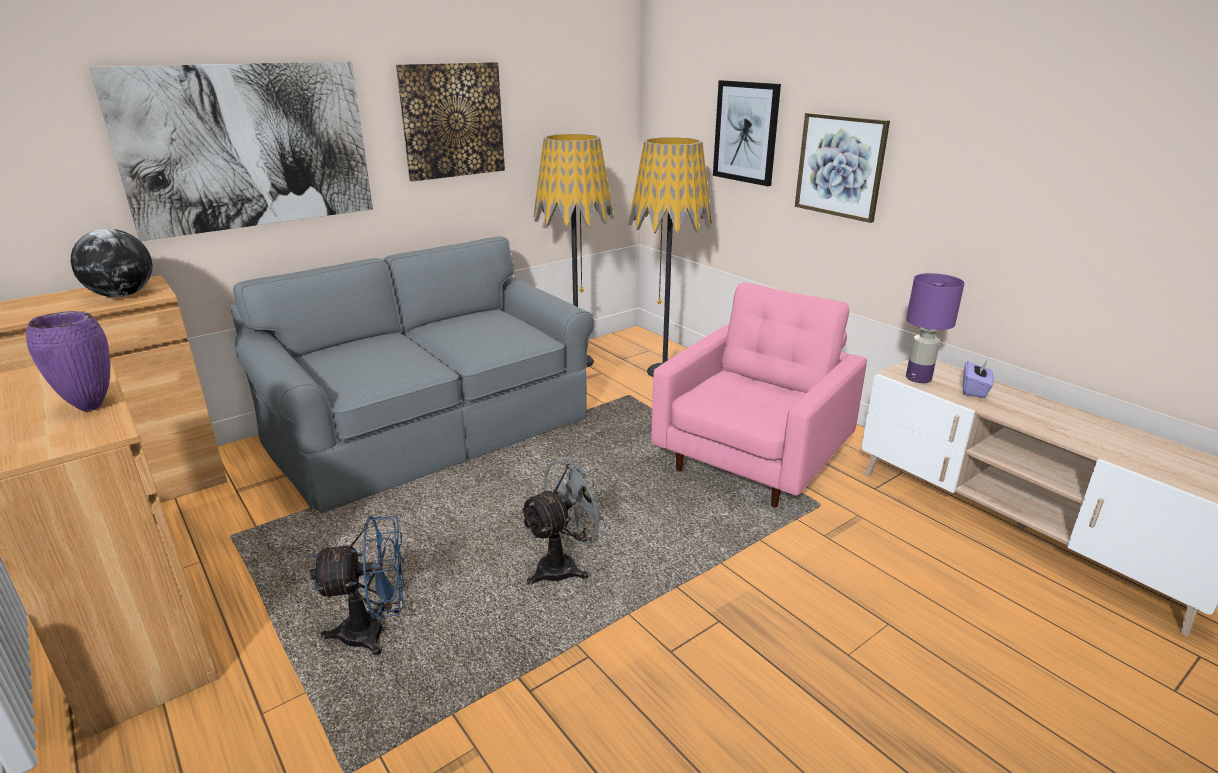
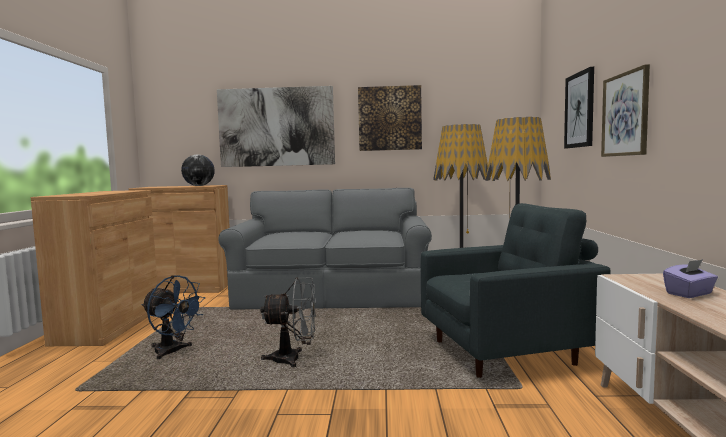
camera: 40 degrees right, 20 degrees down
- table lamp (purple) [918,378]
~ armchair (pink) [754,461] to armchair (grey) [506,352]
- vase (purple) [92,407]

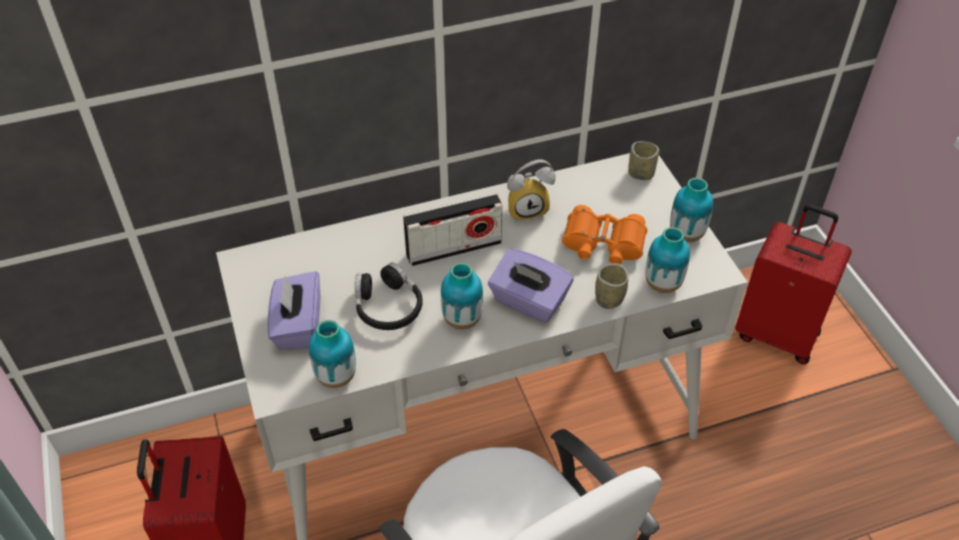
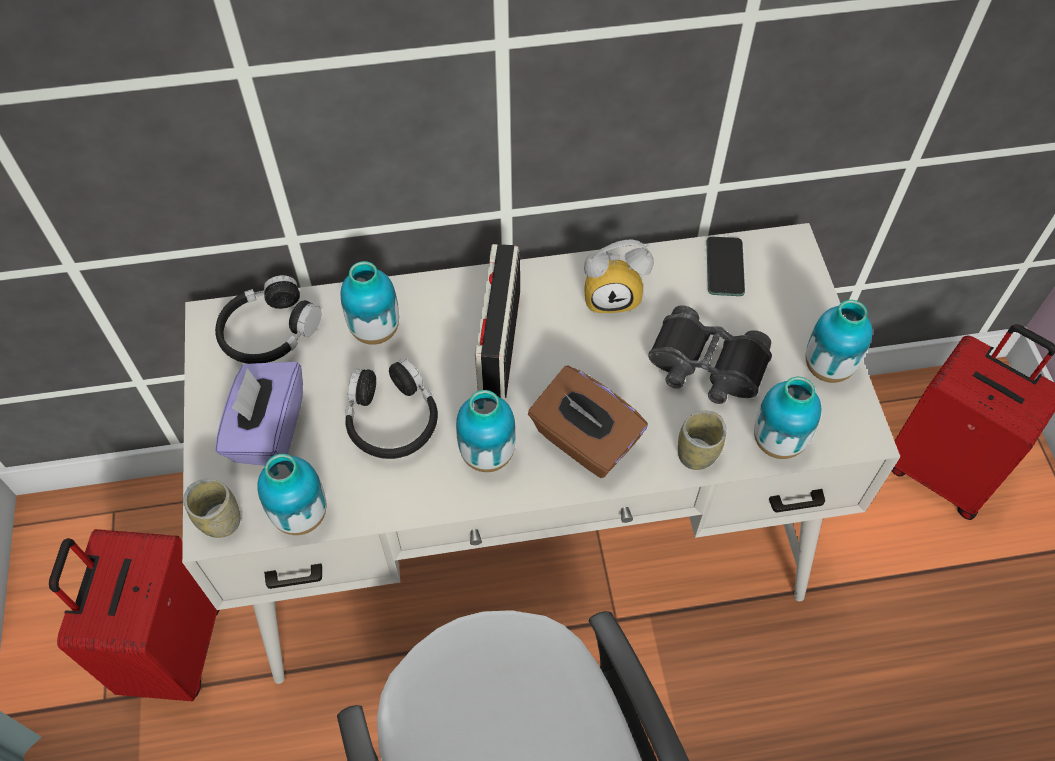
camera: 10 degrees right, 10 degrees up
~ cup [641,173] to [220,521]
~ radio [454,248] = [499,342] 105 degrees clockwise
~ binoculars (orange) [603,244] to binoculars (black) [706,366]
~ tissue box (purple) [528,301] to tissue box (brown) [584,441]
+ phone [725,267]
+ vase [375,331]
+ headphones (black) [269,332]

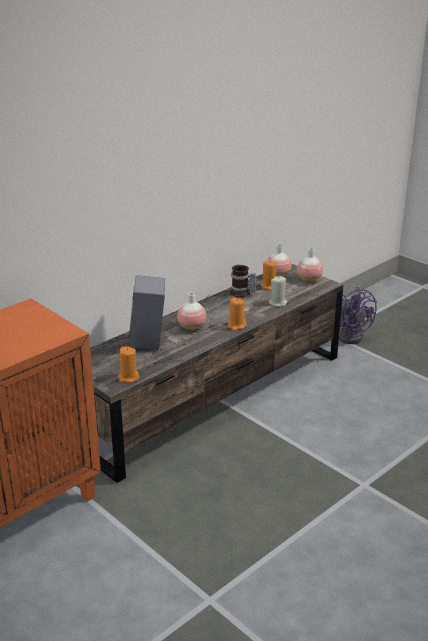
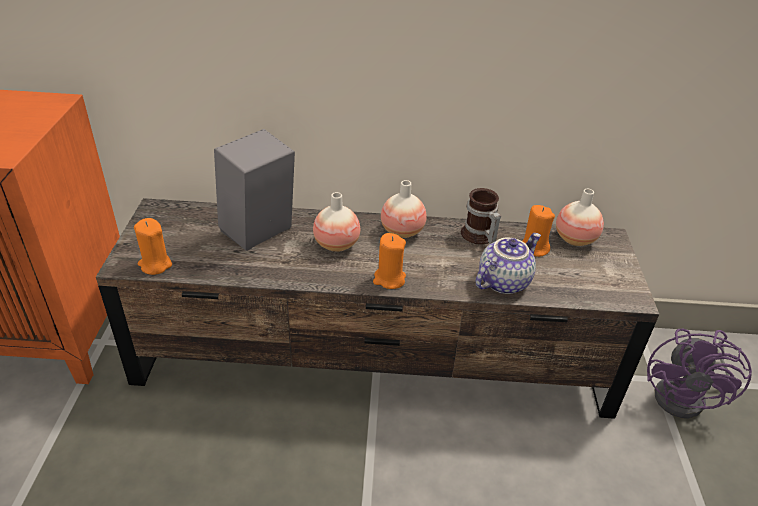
camera: 45 degrees right, 10 degrees up
~ vase [309,279] to [402,231]
~ candle (beige) [278,303] to teapot [503,281]

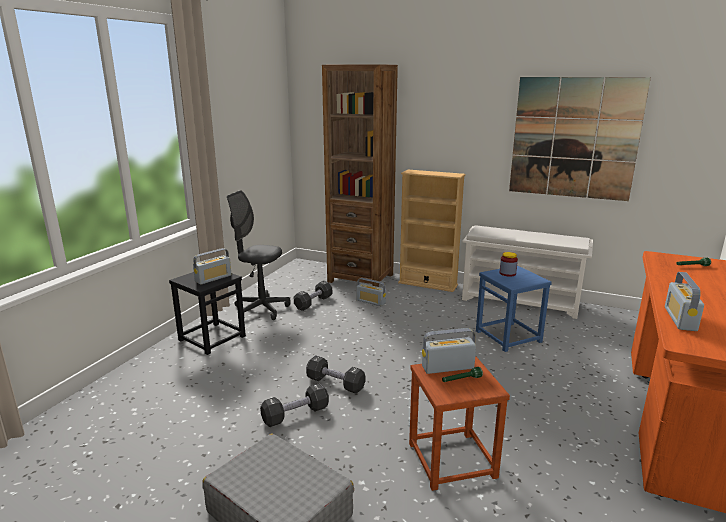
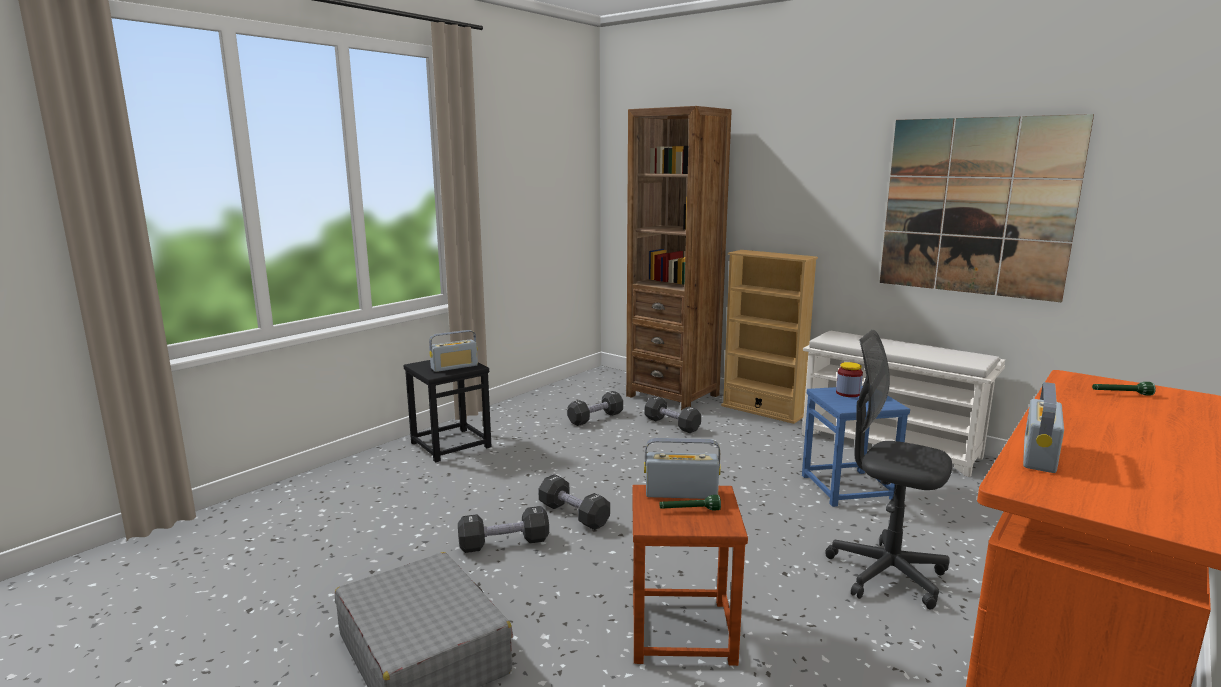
camera: 15 degrees right, 5 degrees down
~ office chair (grey) [261,309] to [886,574]
~ radio [371,302] to dumbbell (black) [672,424]

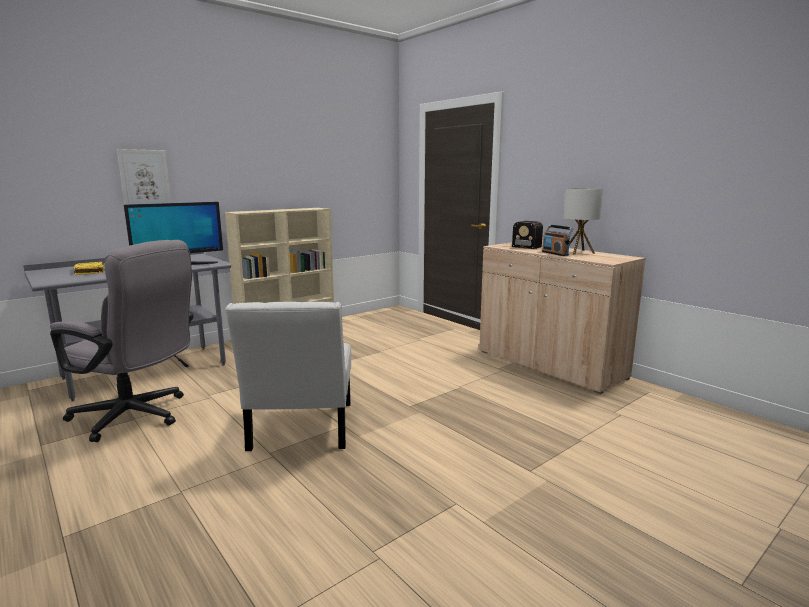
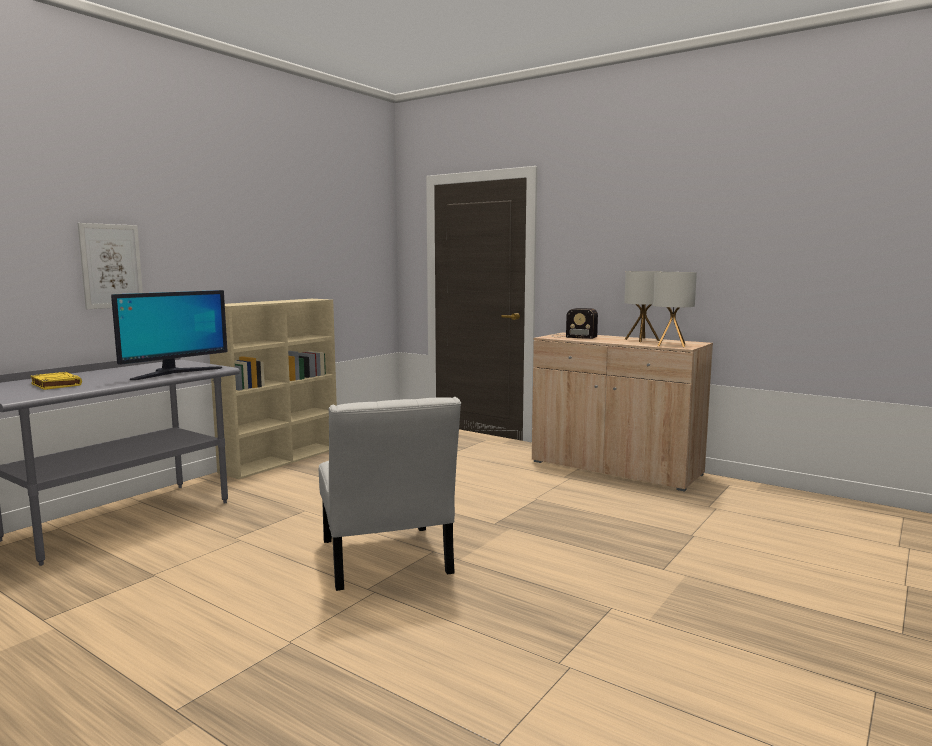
camera: 15 degrees left, 5 degrees down
- radio [555,253]
- office chair (grey) [137,417]
+ table lamp [671,345]

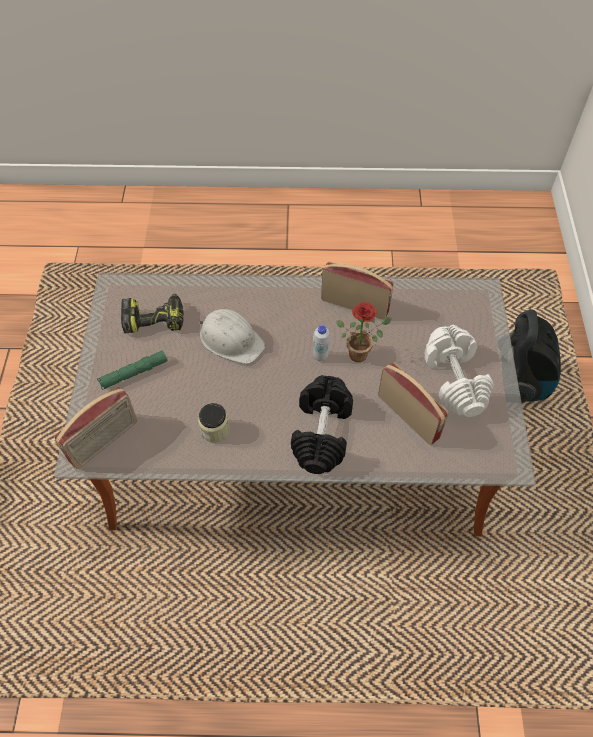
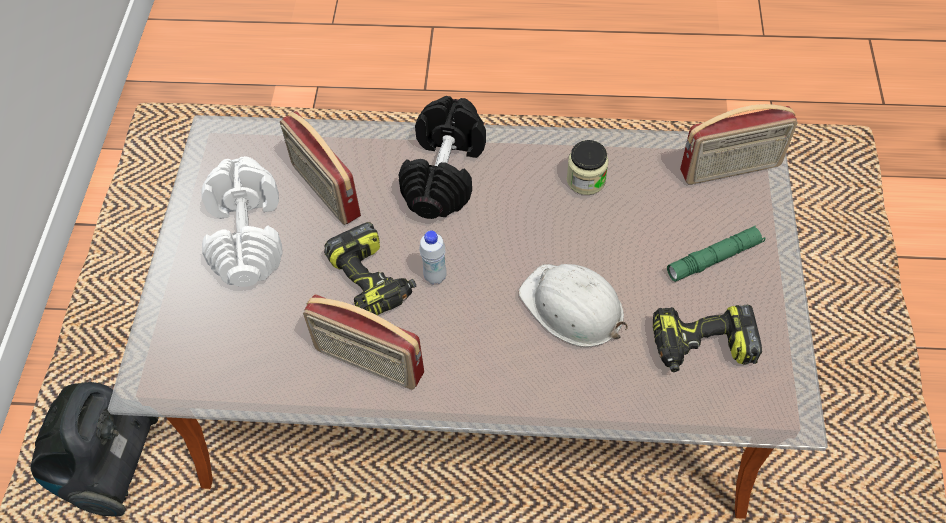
camera: 175 degrees left, 0 degrees up
~ potted plant [361,353] to power drill [373,280]
~ radio [104,441] = [731,169] 150 degrees counterclockwise

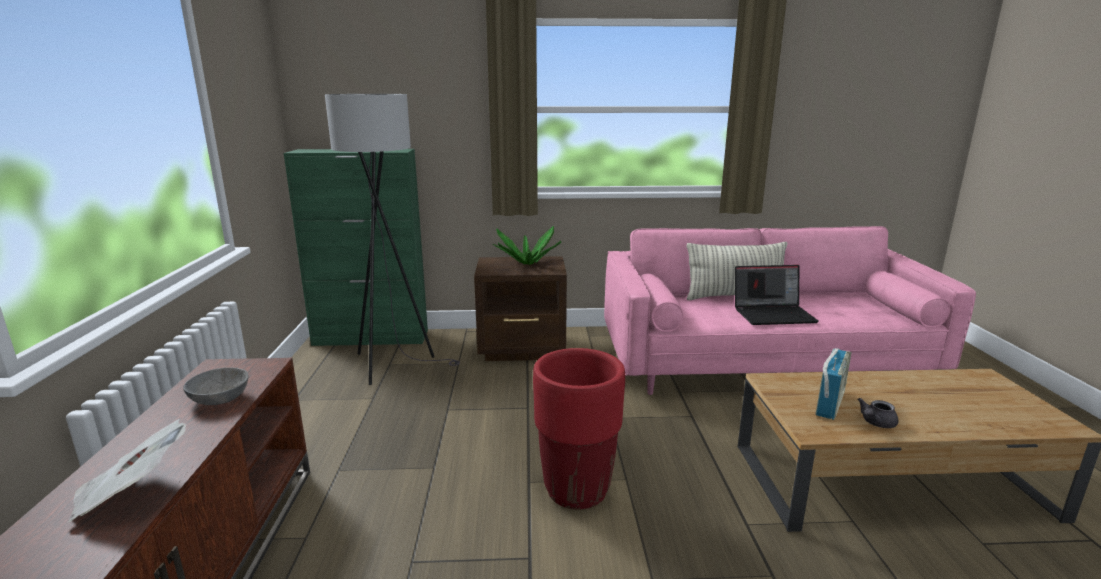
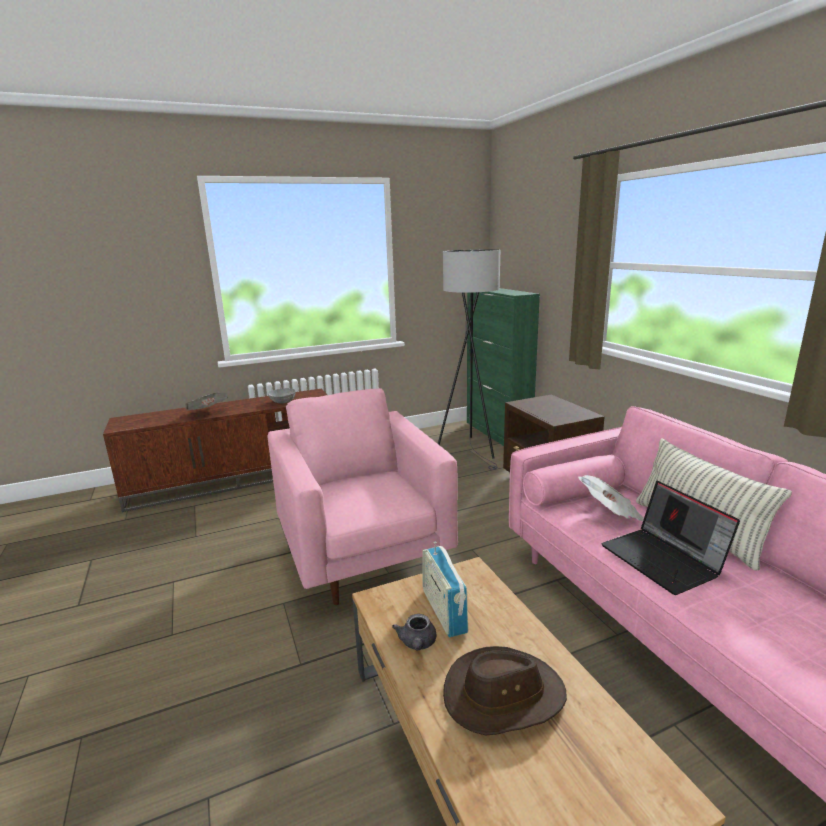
camera: 70 degrees right, 0 degrees up
- potted plant [527,263]
~ planter (red) [576,490] to armchair (pink) [364,554]
~ radio [829,403] = [444,611] 60 degrees clockwise
~ teapot (grey) [875,423] = [417,643] 120 degrees counterclockwise
+ newspaper [610,514]
+ hat (brown) [503,695]

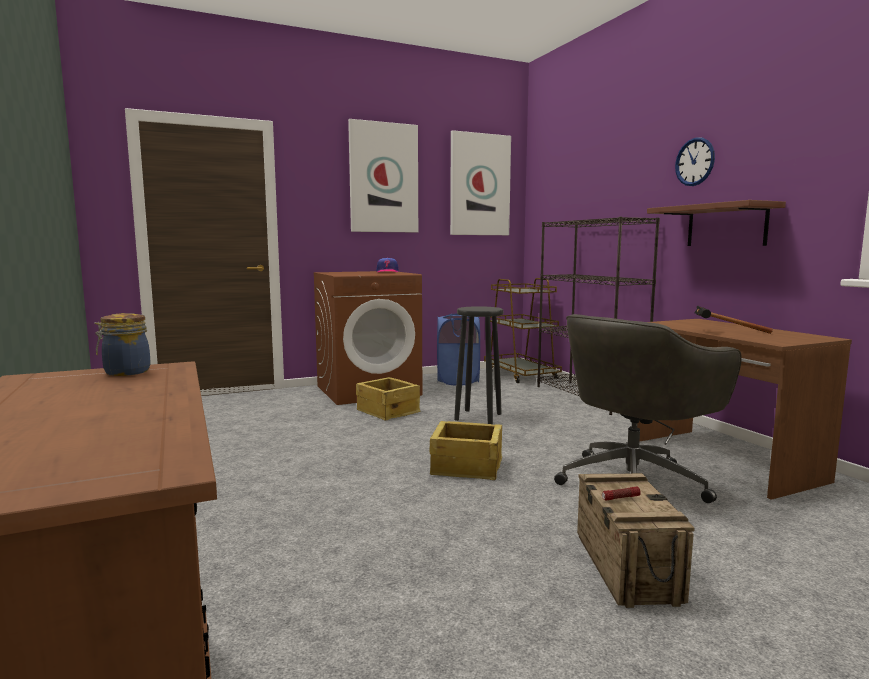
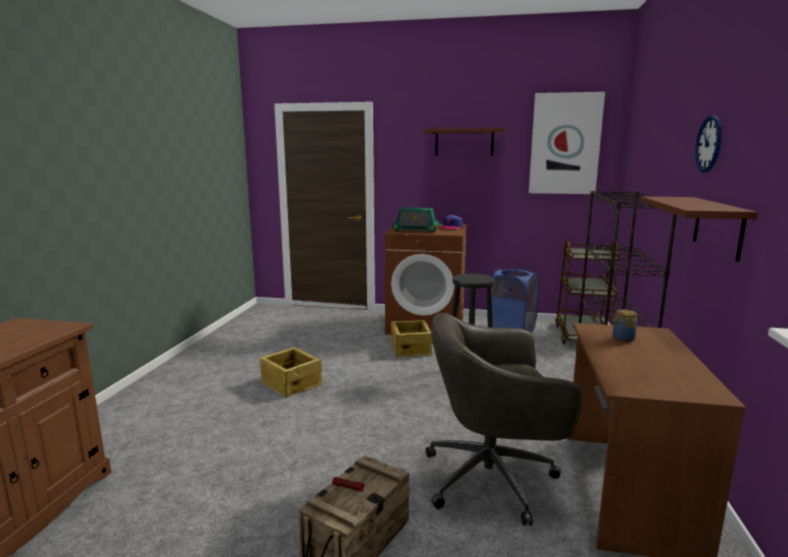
camera: 35 degrees right, 5 degrees up
~ picture [383,178] to shelf (brown) [464,142]
- hammer [721,332]
~ jar [125,372] to [622,339]
~ crate [466,466] to [291,383]
+ radio [415,230]

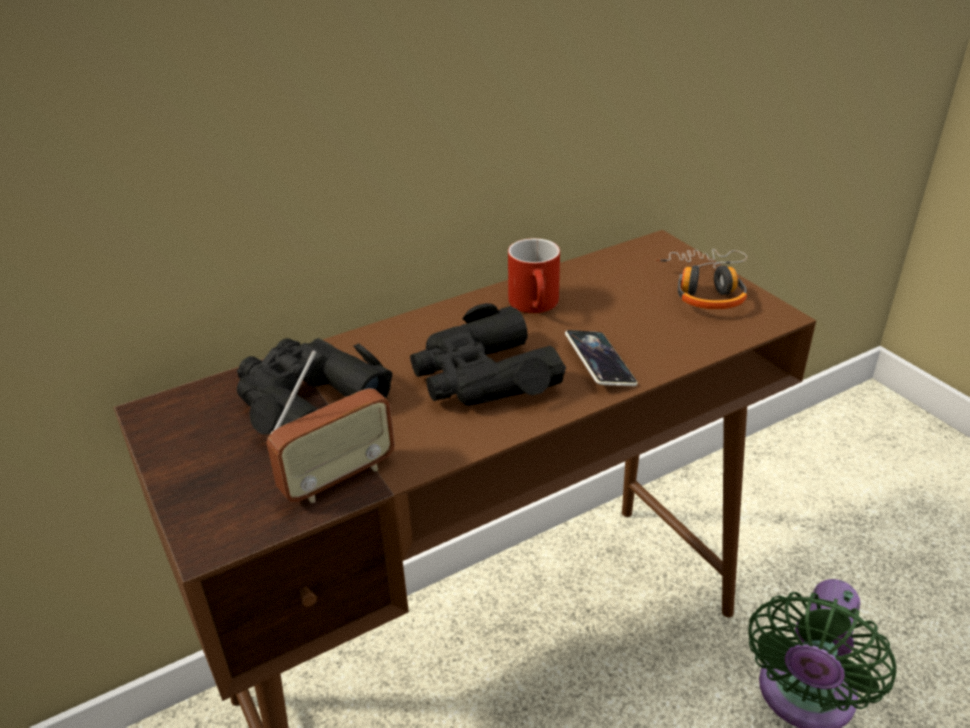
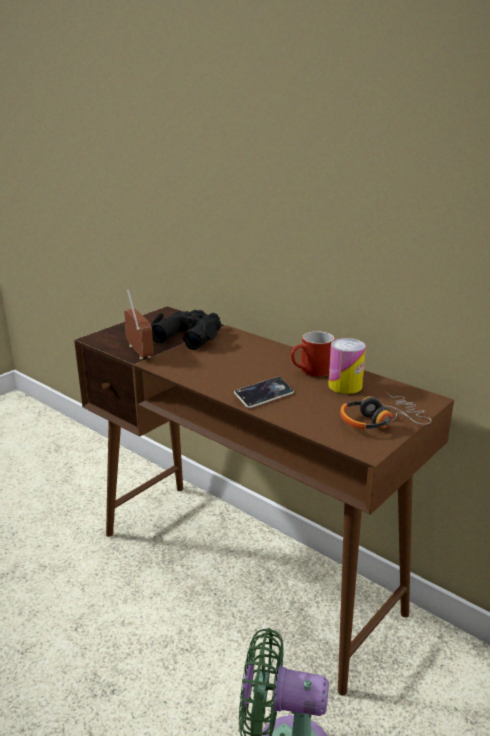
camera: 70 degrees right, 10 degrees down
- binoculars (black) [483,376]
~ radio [338,478] = [139,352] 150 degrees counterclockwise
+ can [345,386]

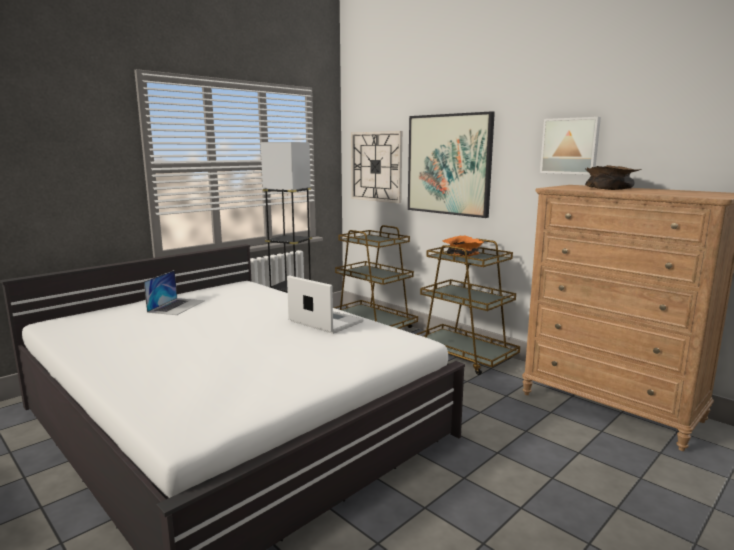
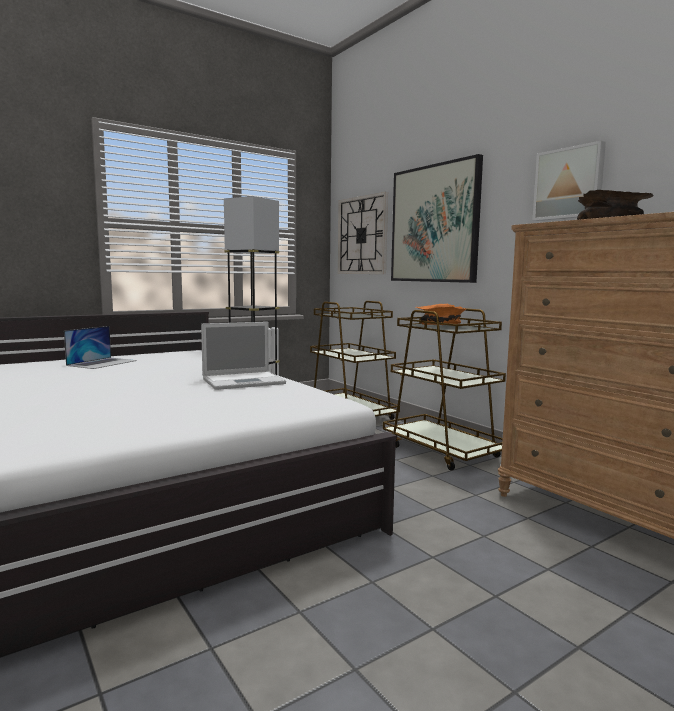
camera: 10 degrees right, 5 degrees down
~ laptop [324,321] = [245,381] 105 degrees clockwise

